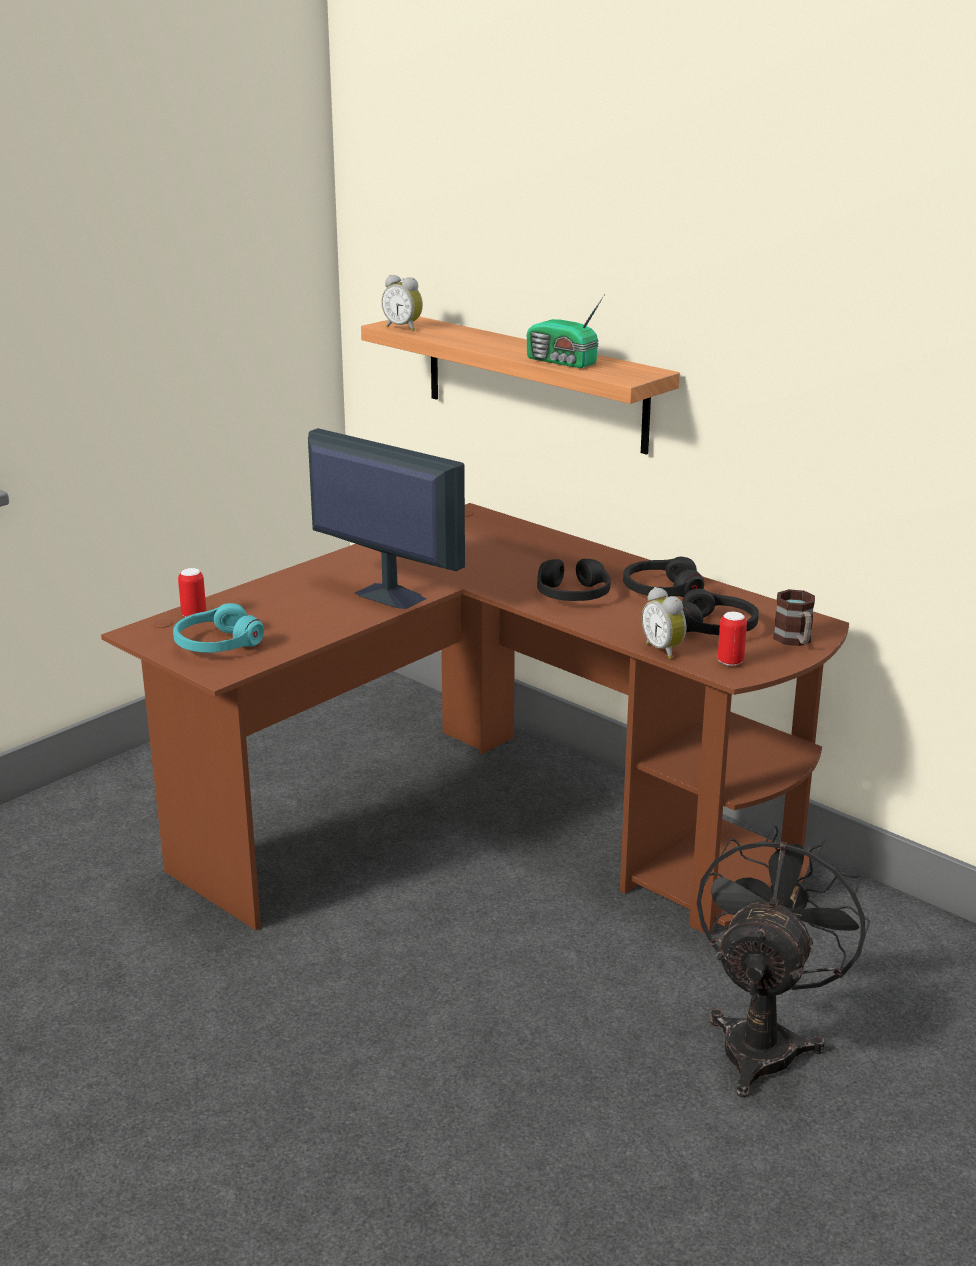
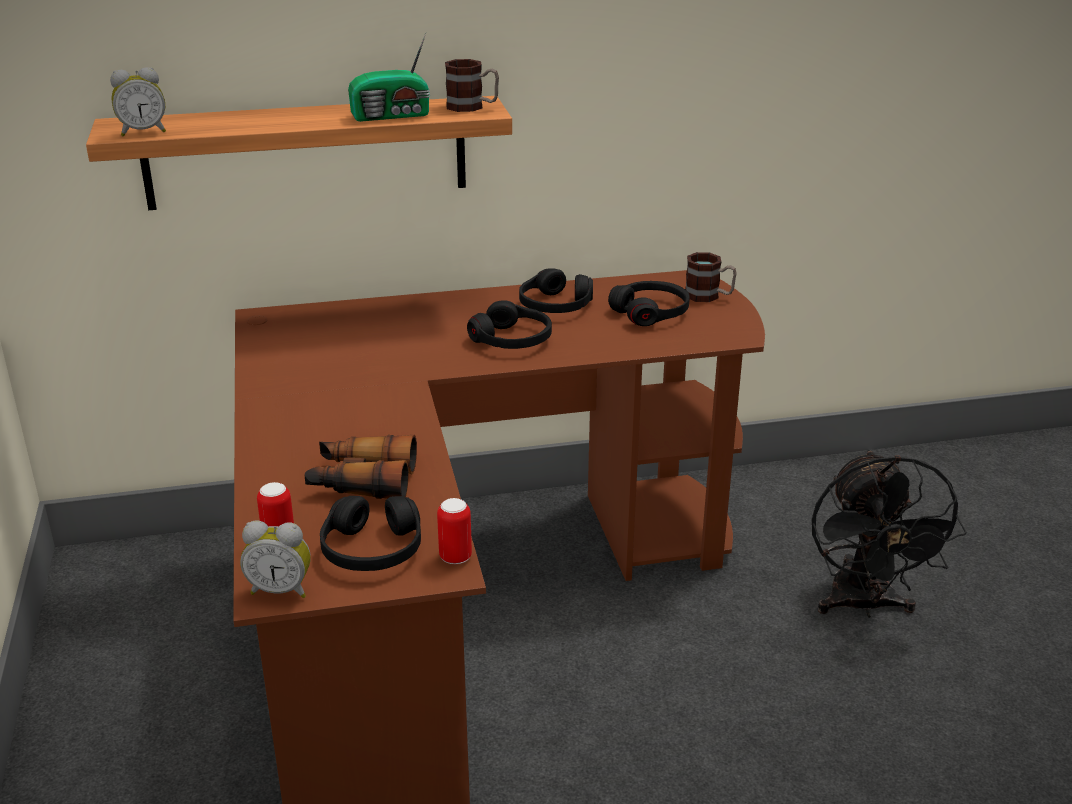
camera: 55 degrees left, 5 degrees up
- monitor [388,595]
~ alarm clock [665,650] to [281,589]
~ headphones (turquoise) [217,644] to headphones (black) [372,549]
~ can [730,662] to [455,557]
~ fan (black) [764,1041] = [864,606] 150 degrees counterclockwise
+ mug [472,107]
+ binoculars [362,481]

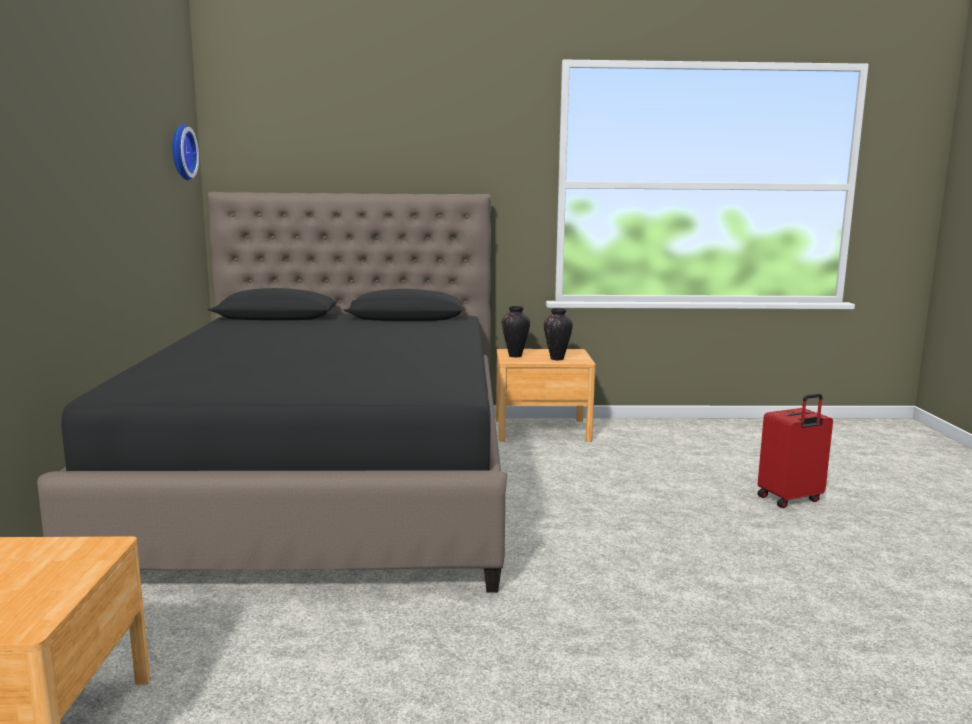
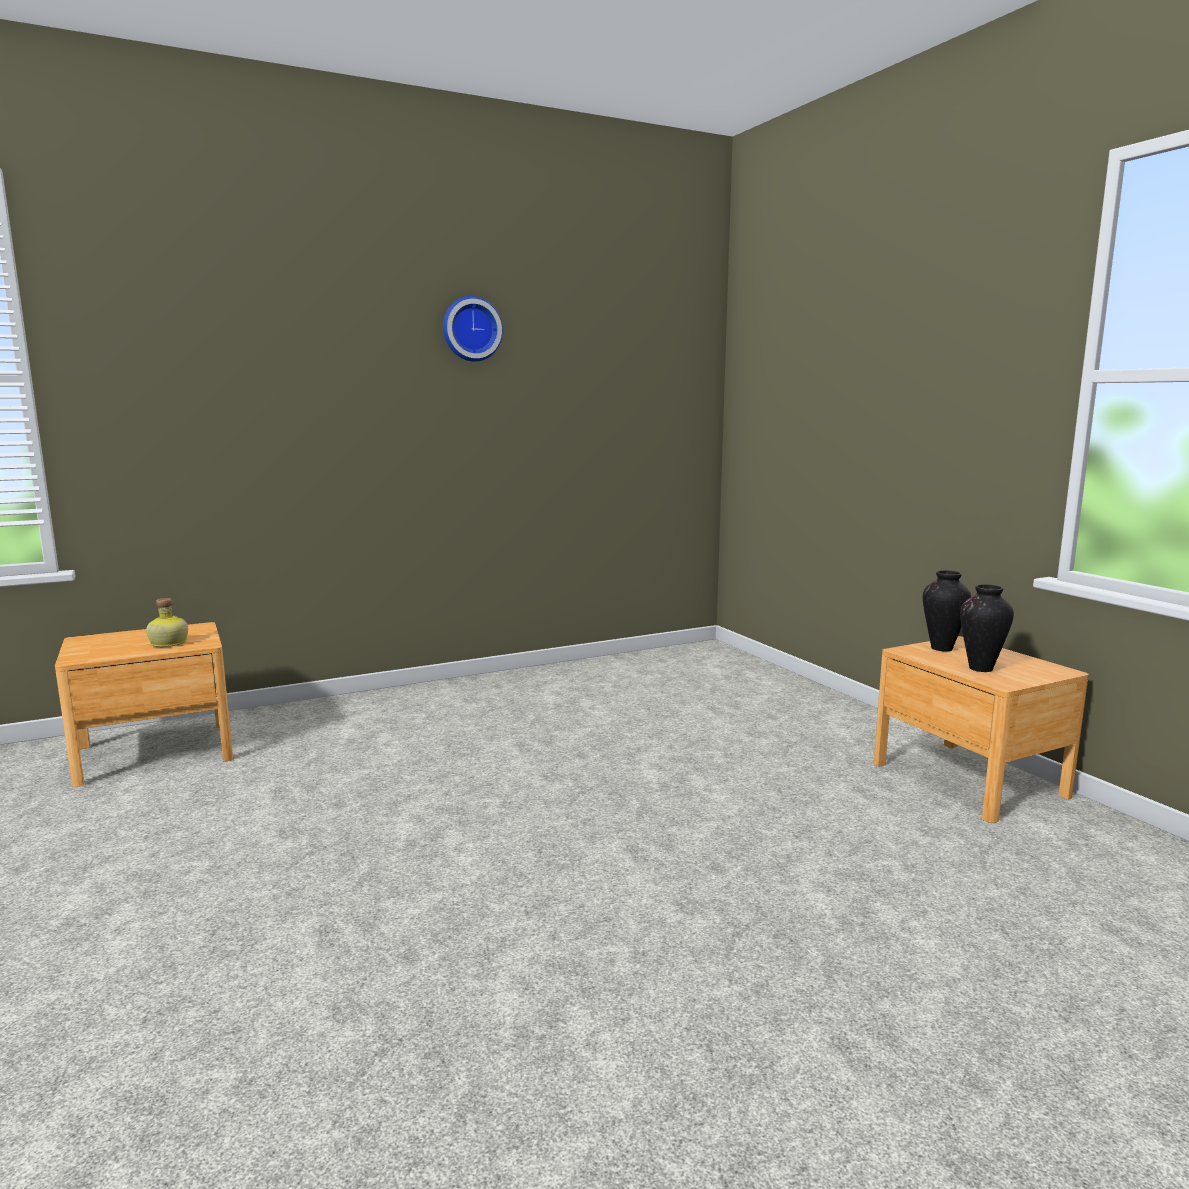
camera: 65 degrees right, 0 degrees up
~ wall clock [180,152] to [471,329]
- bed (black) [329,484]
- suitcase (red) [790,499]
+ bottle [167,643]

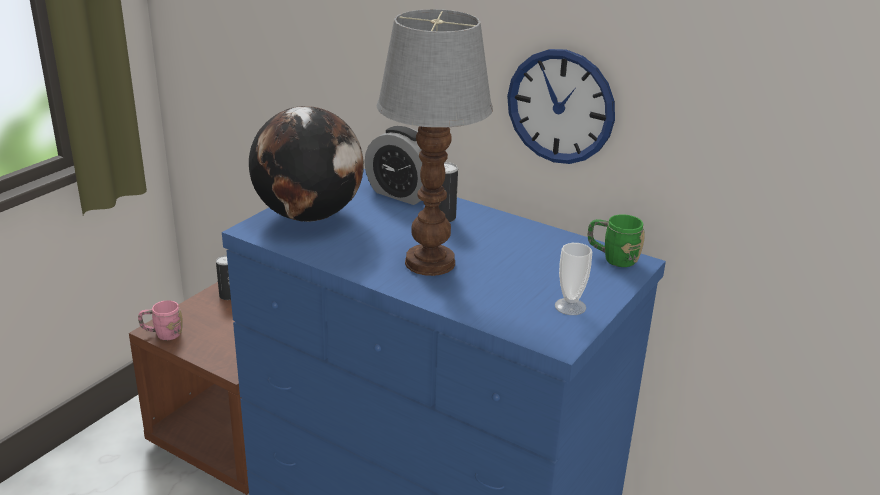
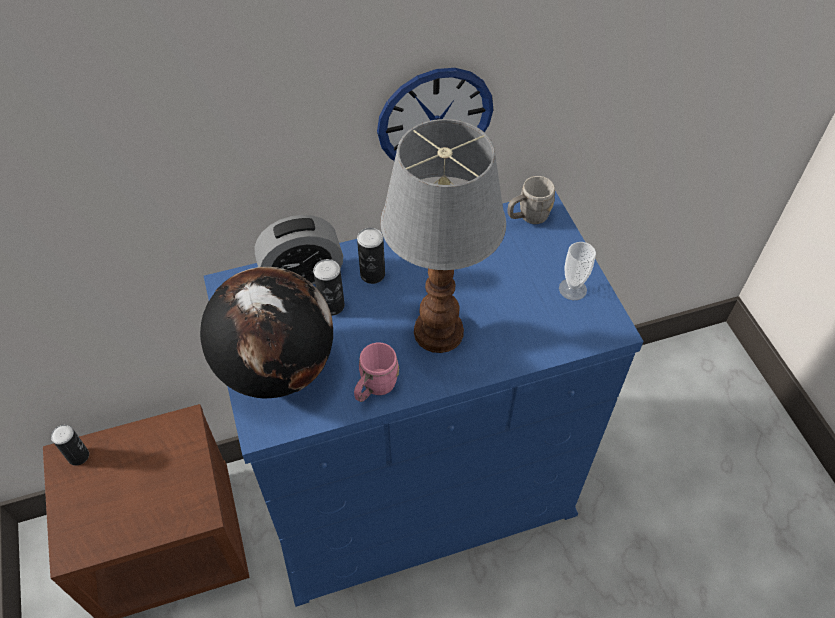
camera: 50 degrees left, 25 degrees up
~ mug (green) [612,258] to mug (grey) [528,217]
~ mug (pink) [162,334] to [375,388]
+ can [331,305]

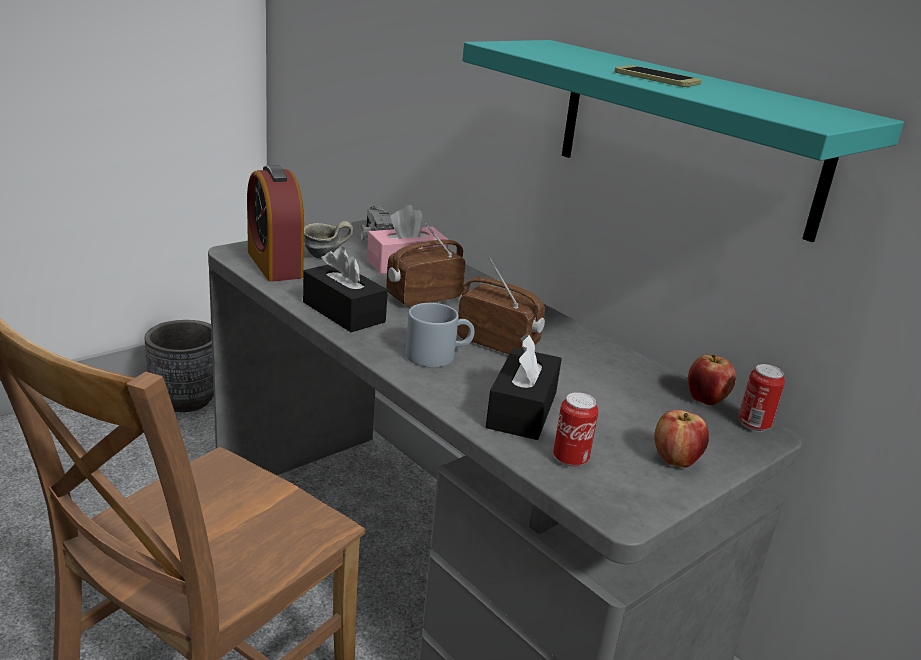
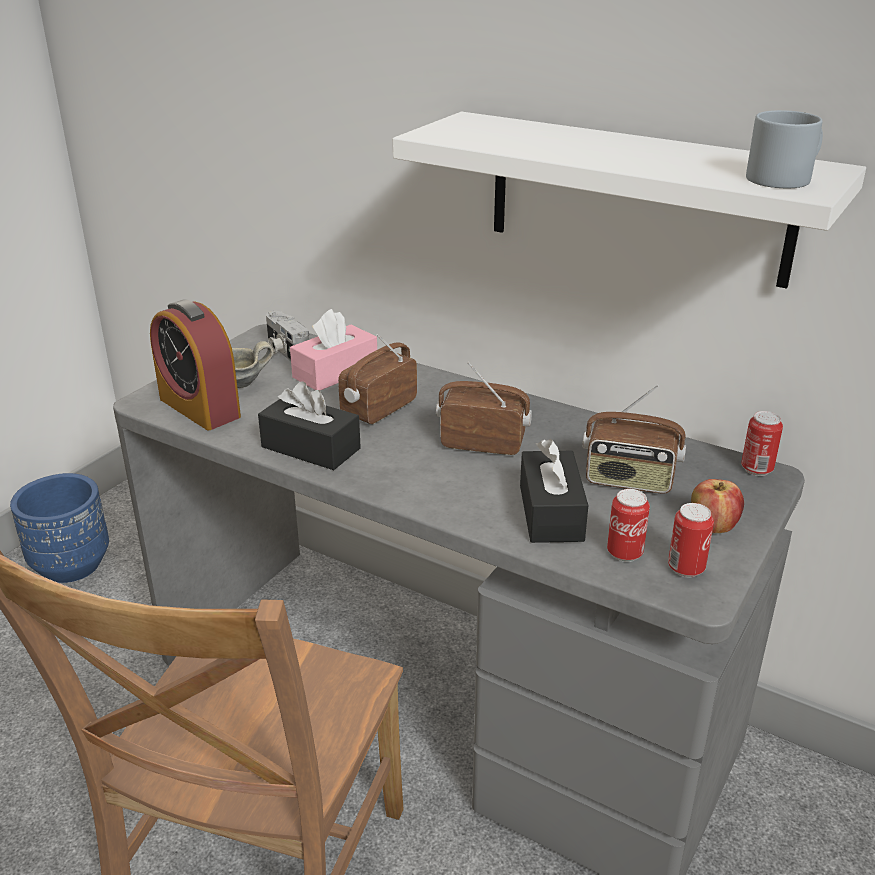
camera: 15 degrees left, 5 degrees up
~ shelf (turquoise) [686,135] to shelf (white) [637,198]
- phone [656,78]
~ mug (grey) [438,355] to [784,177]
~ planter (grey) [186,399] to planter (blue) [71,565]
- apple [706,400]
+ radio [629,481]
+ can [686,568]

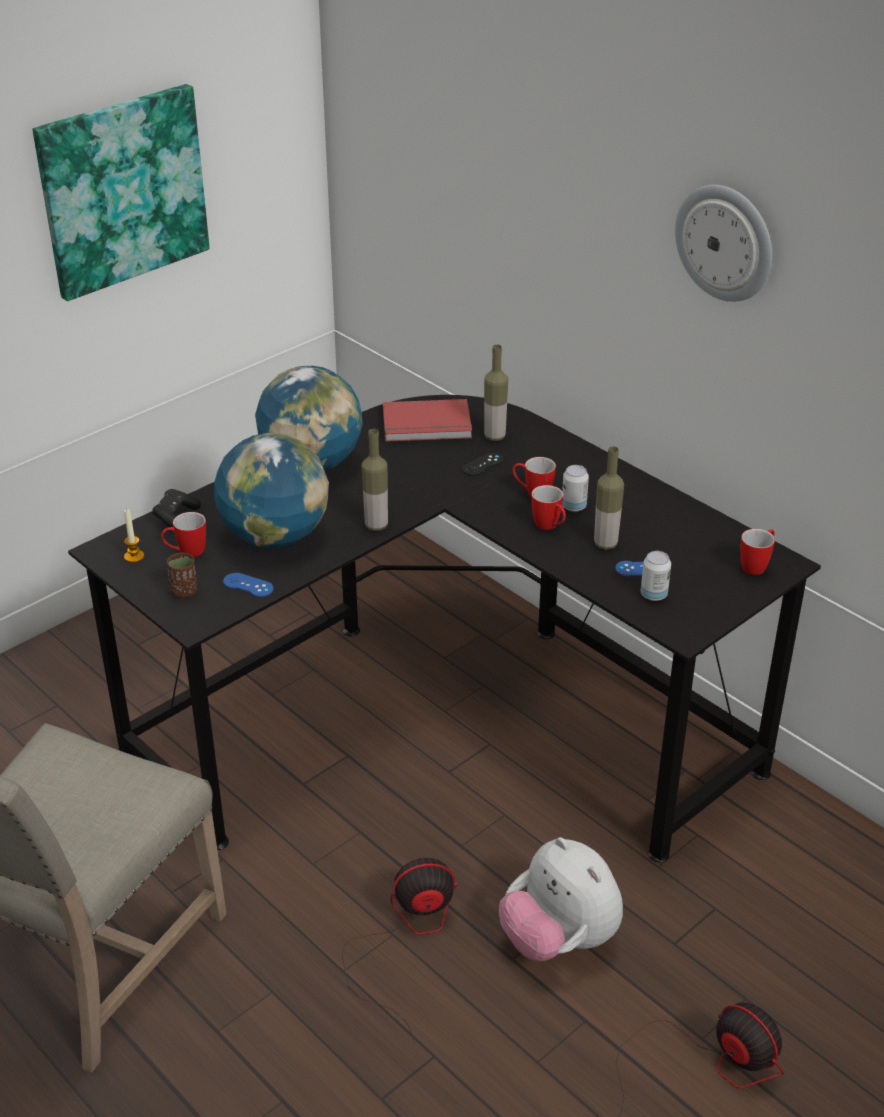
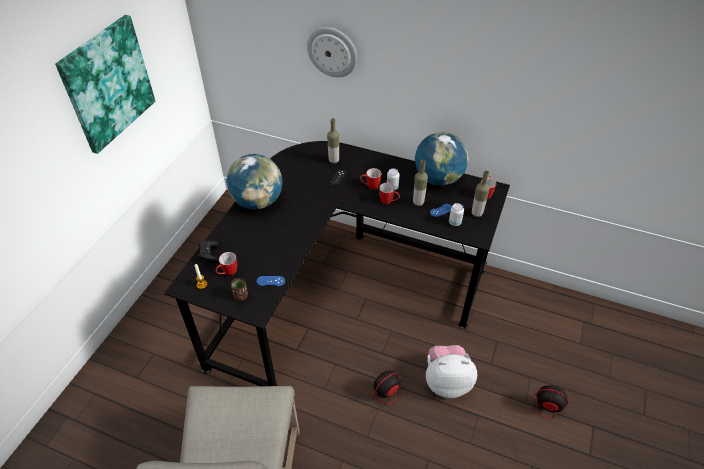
camera: 25 degrees left, 10 degrees up
~ wall clock [725,242] to [332,52]
- book (red) [427,425]
~ bottle [376,525] to [477,213]
~ globe [275,536] to [438,178]
~ plush toy [559,939] = [446,381] 150 degrees clockwise

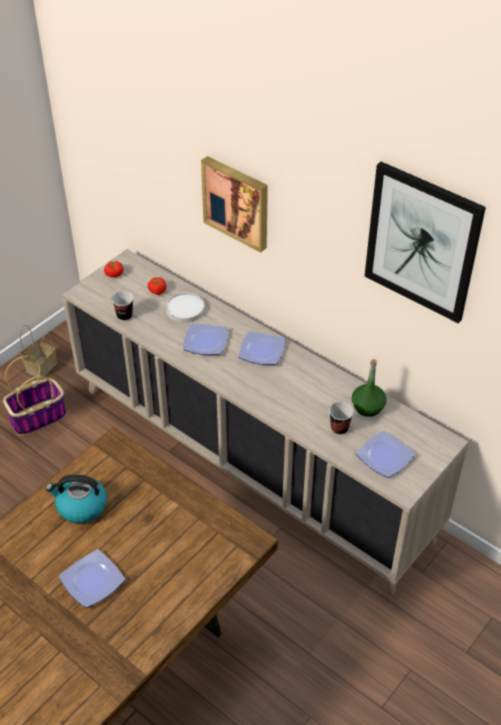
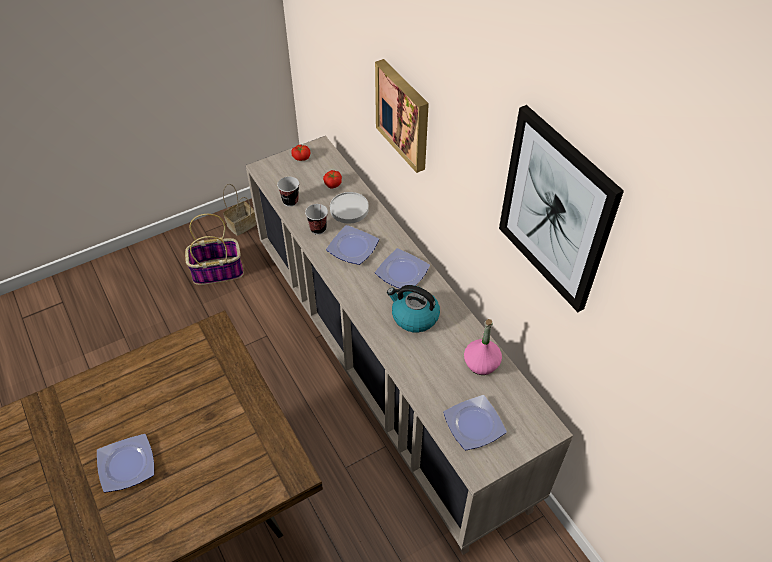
camera: 20 degrees right, 5 degrees up
~ bottle (green) [367,407] to bottle (pink) [481,363]
~ cup [339,428] to [318,229]
~ kettle [81,506] to [414,316]

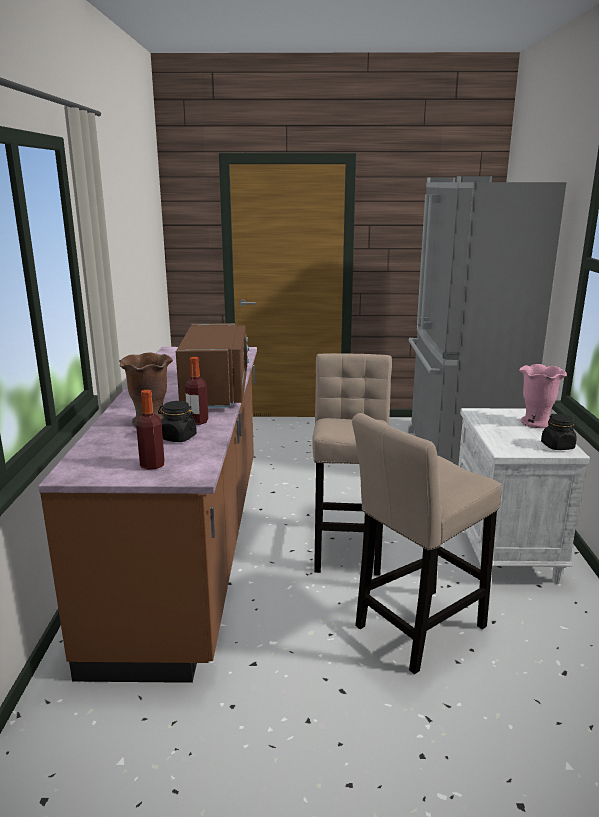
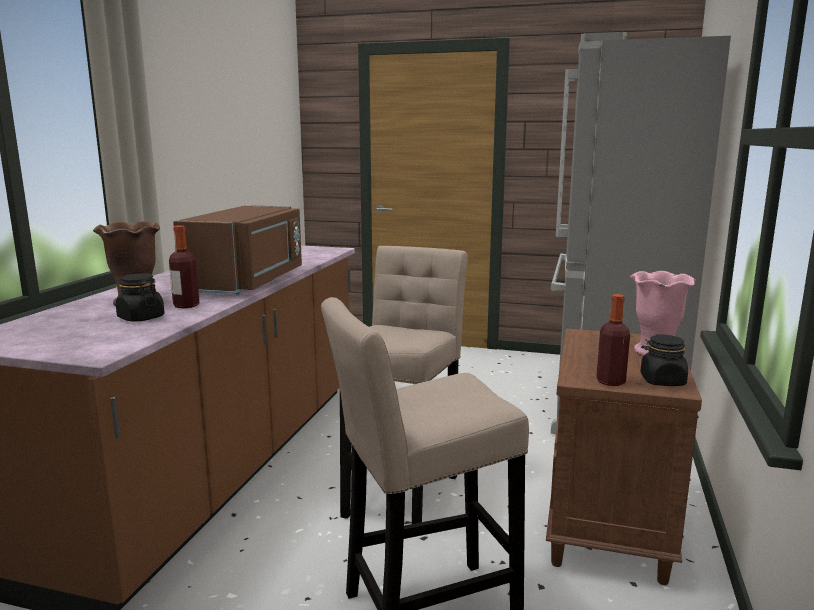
camera: 15 degrees right, 5 degrees down
~ bottle [152,465] to [610,381]
~ nightstand (white) [504,550] to nightstand (brown) [608,527]

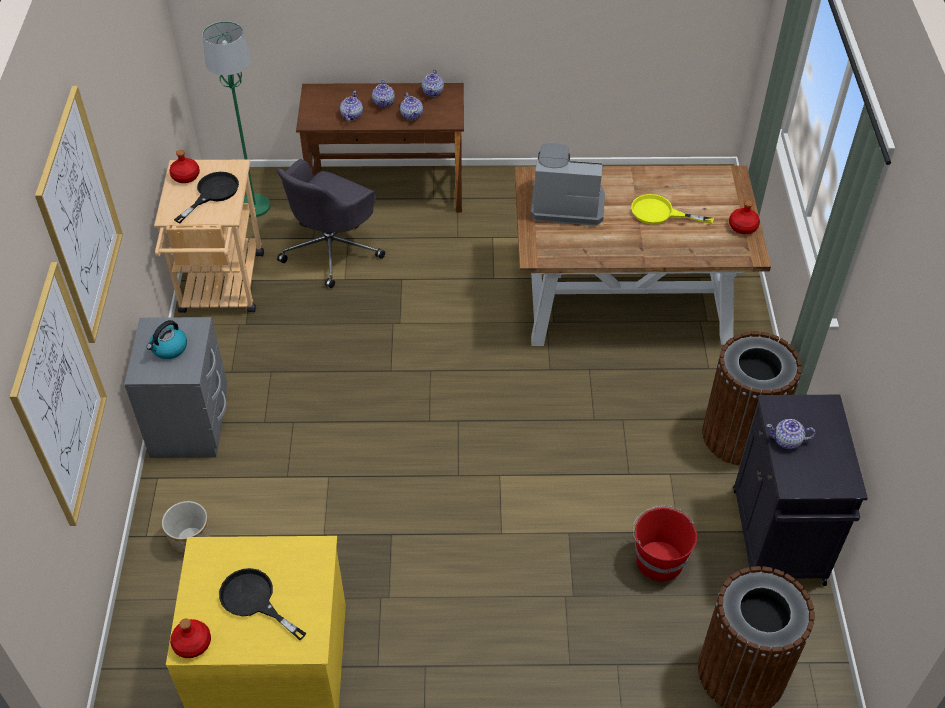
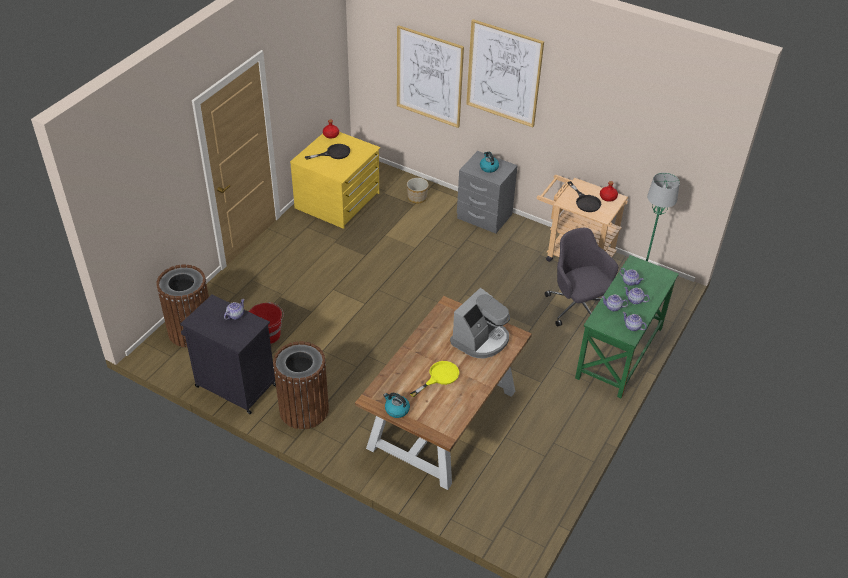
camera: 120 degrees right, 5 degrees down
~ desk (brown) [387,190] to desk (green) [620,353]
~ bottle (red) [743,226] to kettle [396,410]

